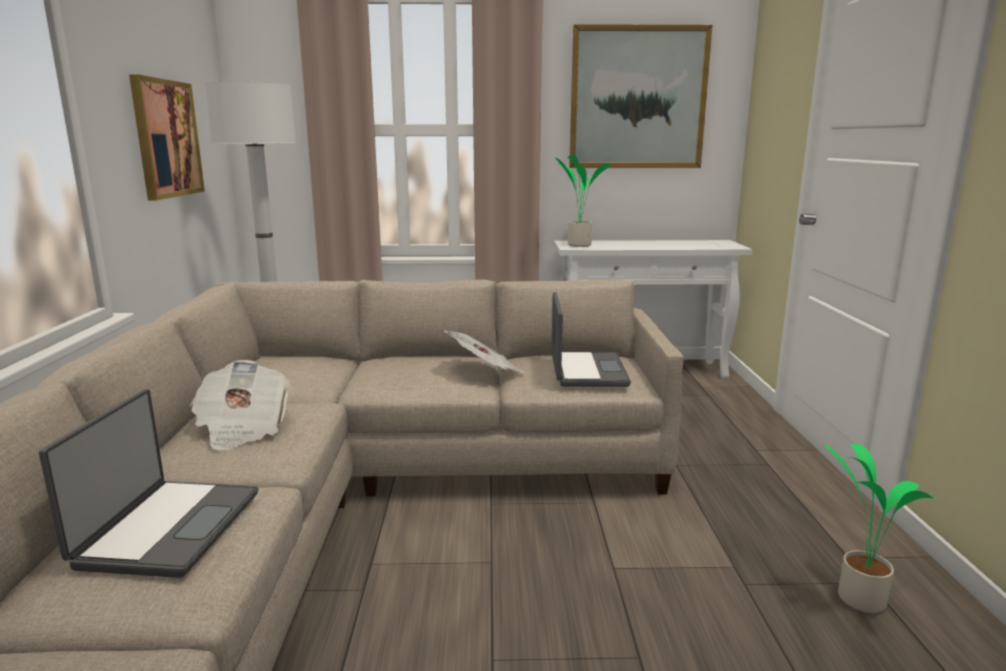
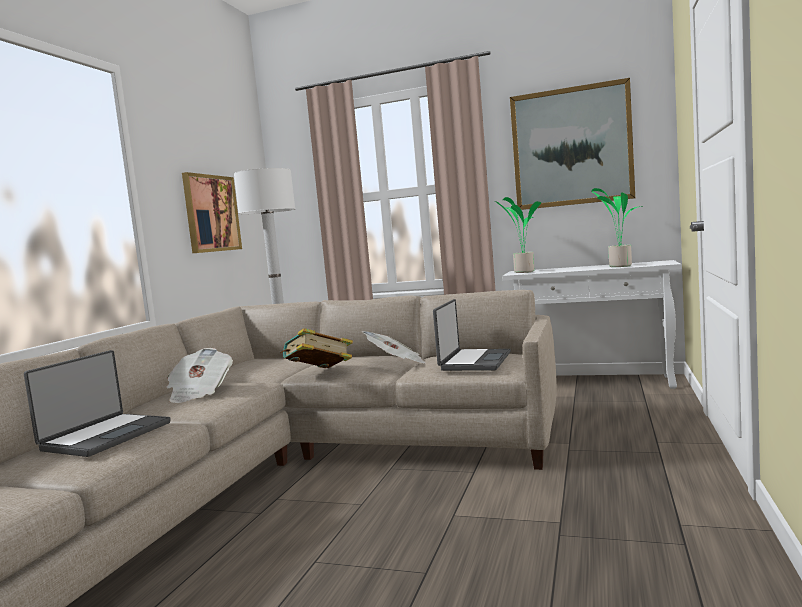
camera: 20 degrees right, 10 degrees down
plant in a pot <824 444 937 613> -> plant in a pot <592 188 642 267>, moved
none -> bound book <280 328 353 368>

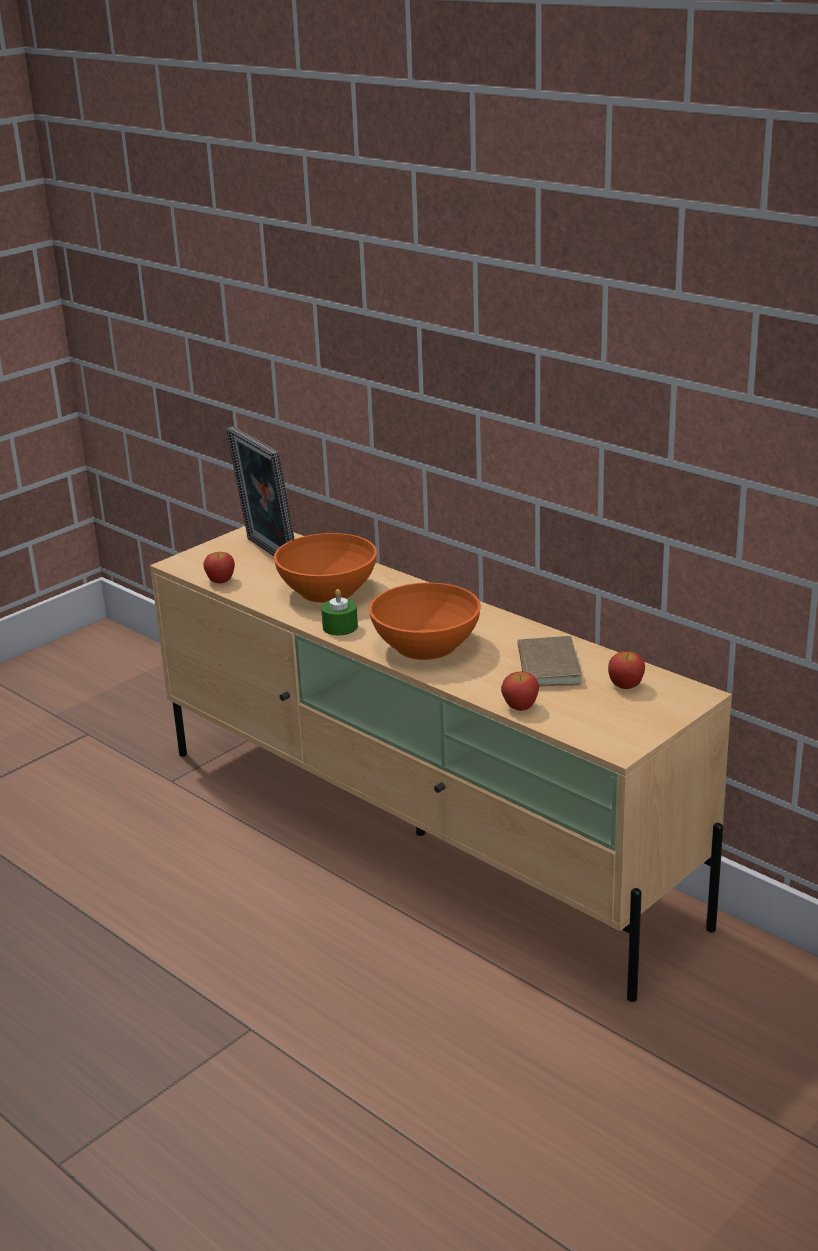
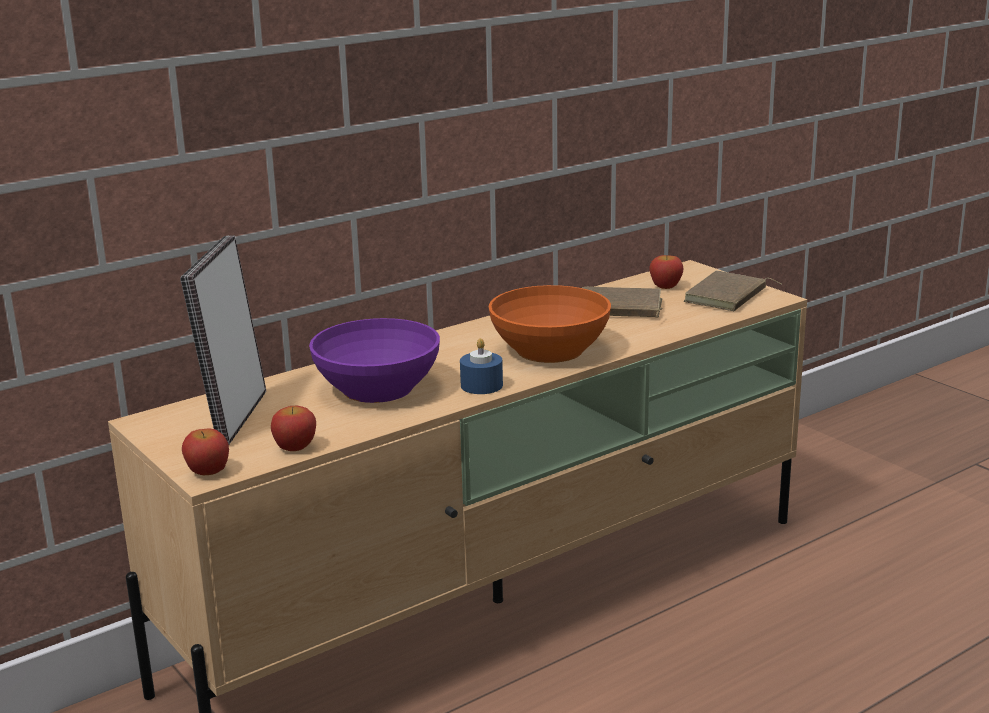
camera: 80 degrees left, 5 degrees down
standing frame <226 426 294 556> -> standing frame <180 235 266 445>, 120 degrees clockwise
orange-coloured deep dish <274 533 377 603> -> purplish deep dish <309 318 440 403>
green wax light <321 589 358 635> -> bluish wax light <460 338 503 394>
apple fruit <501 671 539 711> -> apple fruit <182 428 229 475>, moved
none -> brown-coloured bound book <684 270 782 311>

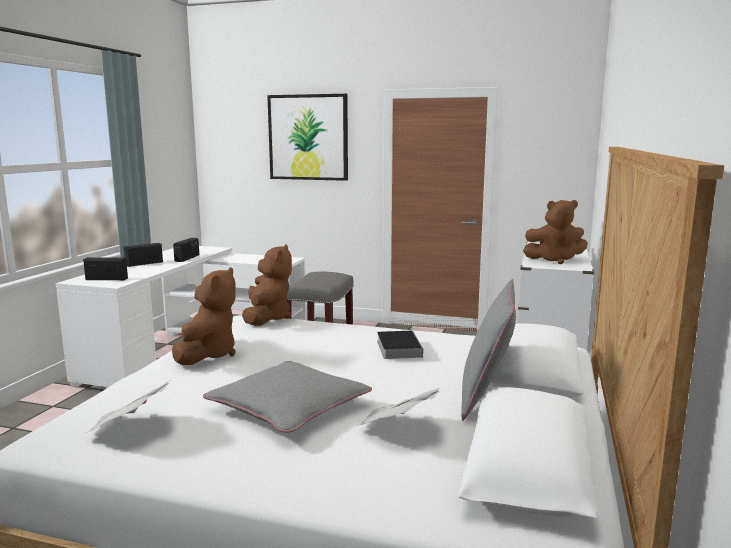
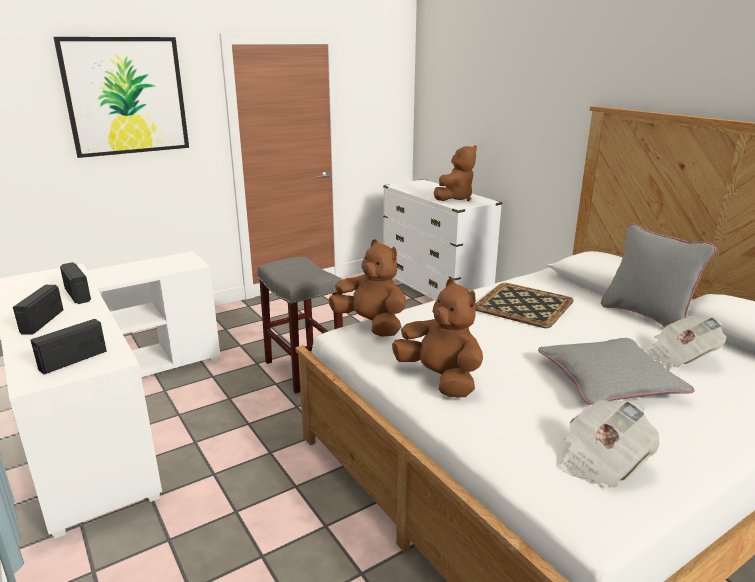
camera: 50 degrees left, 10 degrees up
bound book <377 331 423 359> -> carrying tray <476 283 574 328>

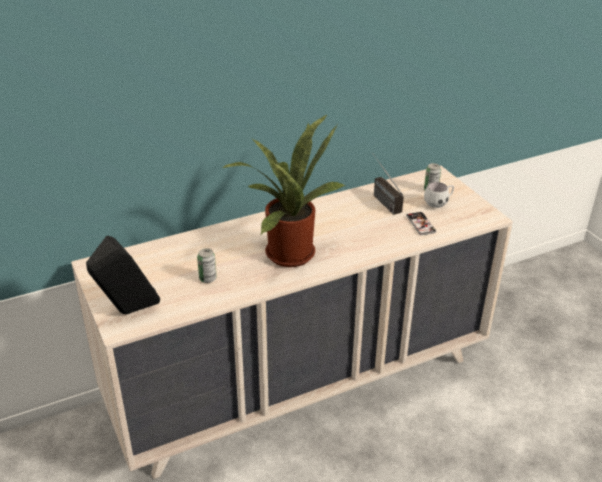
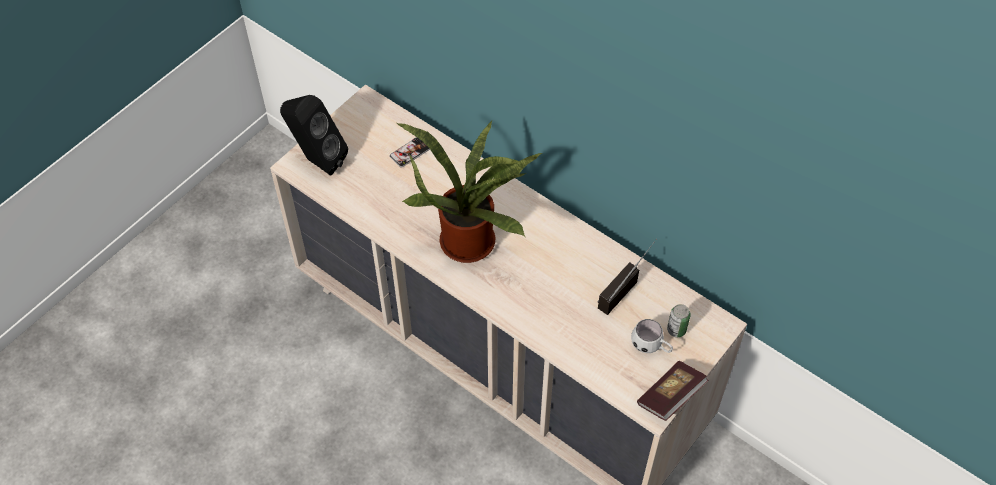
camera: 65 degrees right, 20 degrees up
sealed can <197 248 217 283> -> none
phone <406 212 436 235> -> phone <389 137 430 167>, moved
none -> bound book <637 361 709 421>

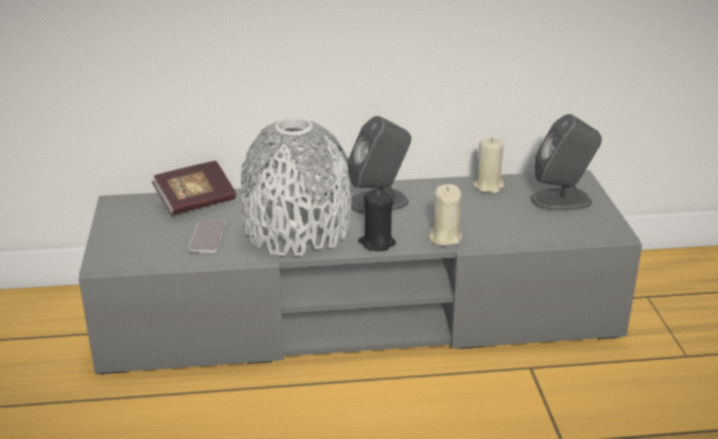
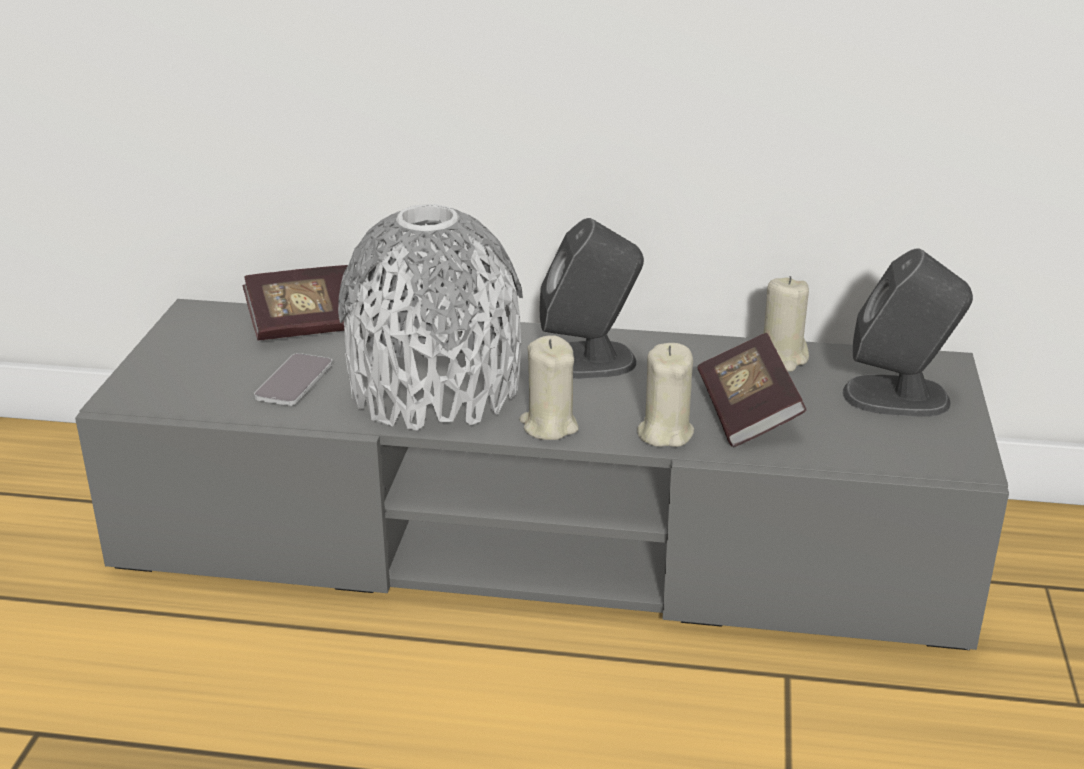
camera: 15 degrees right, 0 degrees up
black-coloured wax light <358 188 396 251> -> beige-coloured wax light <519 335 579 440>
none -> bound book <697 333 806 447>

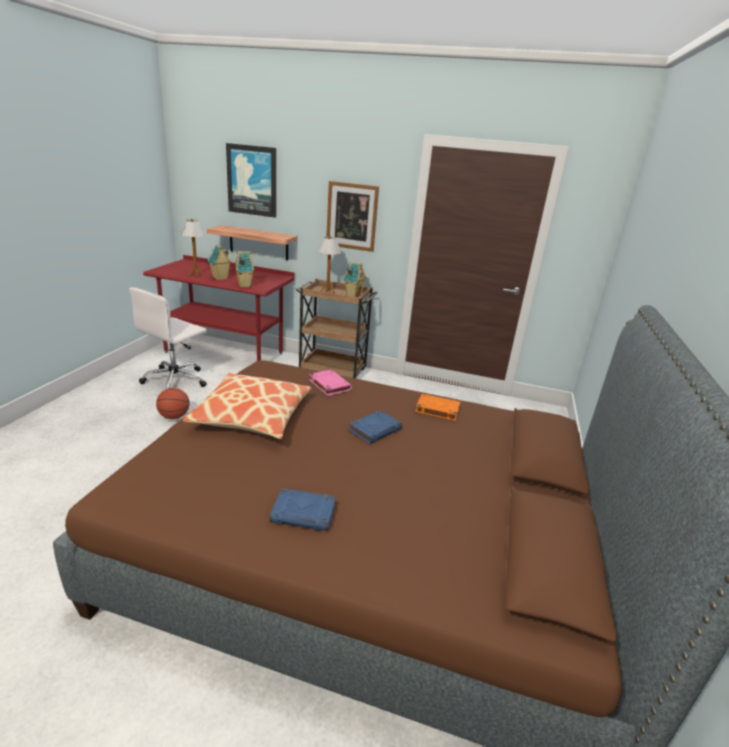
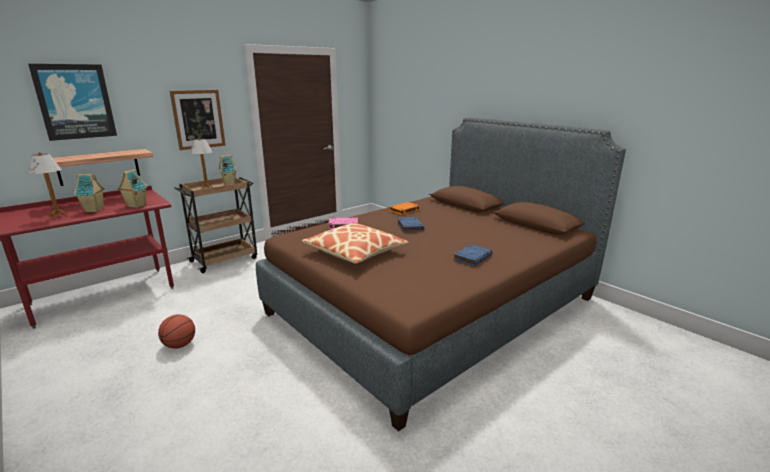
camera: 55 degrees left, 5 degrees down
white-coloured computer chair <129 287 207 389> -> none

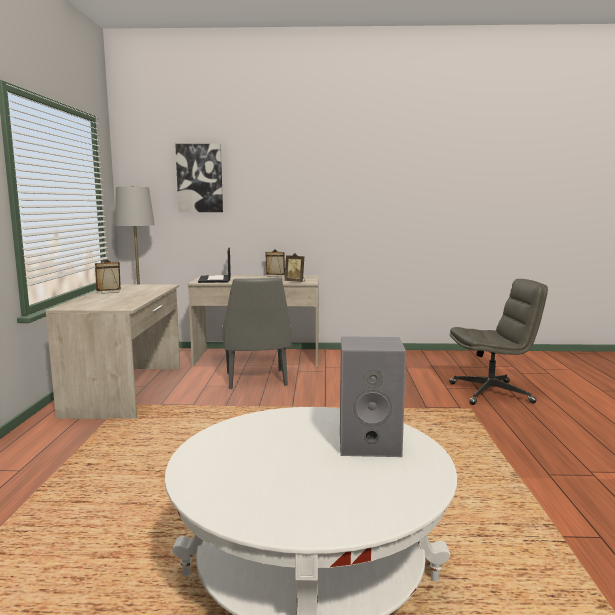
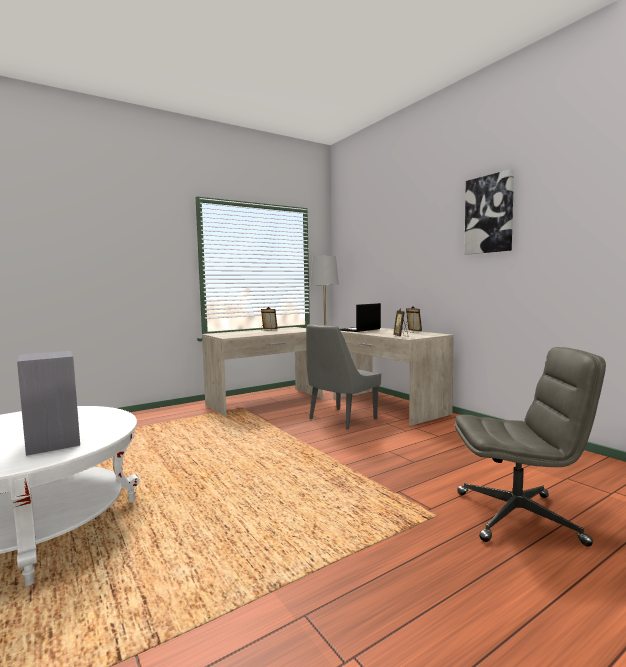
camera: 55 degrees right, 5 degrees down
picture <175 144 223 212> -> picture <464 169 514 255>, moved
gray computer chair <449 279 548 405> -> gray computer chair <455 347 606 546>, 45 degrees counterclockwise

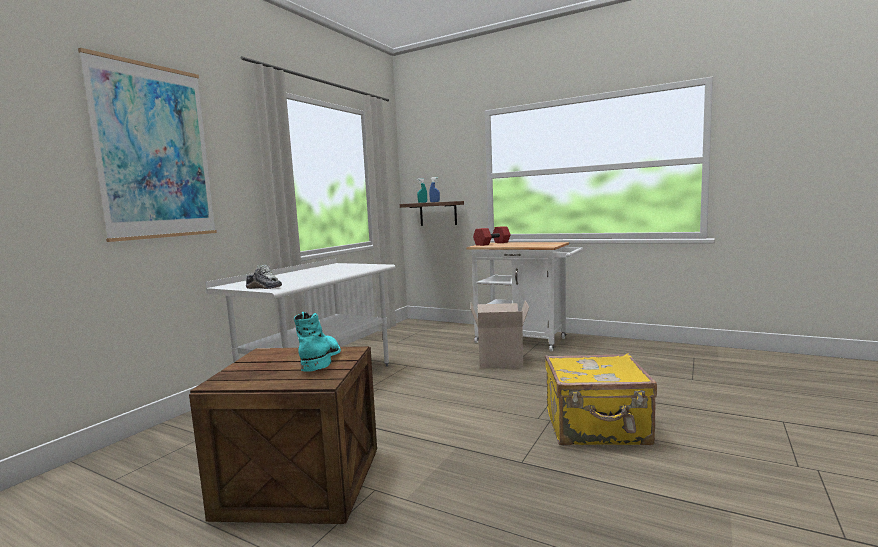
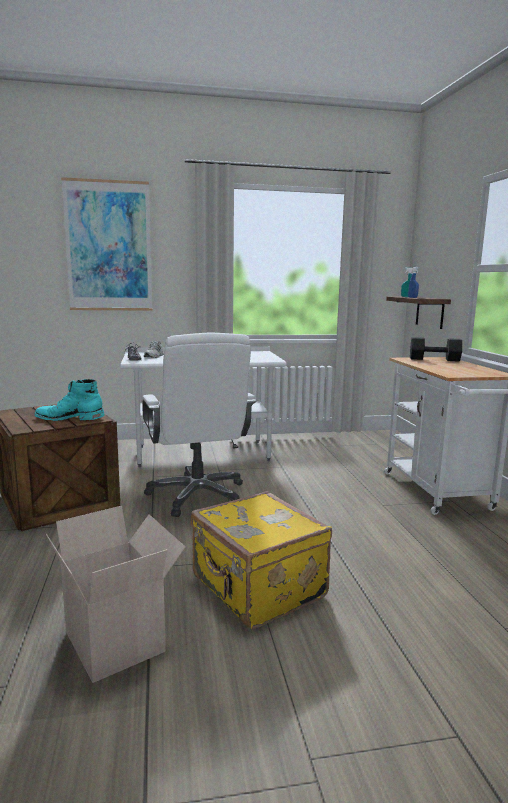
camera: 50 degrees right, 5 degrees up
turquoise-coloured tall boot <294 312 341 371> -> turquoise-coloured tall boot <34 379 105 421>, 135 degrees counterclockwise
cardboard box <471 300 529 368> -> cardboard box <46 506 185 683>, moved
reddish dumbbell <473 227 511 246> -> black-coloured dumbbell <410 337 462 362>
none -> white-coloured computer chair <142 333 257 517>

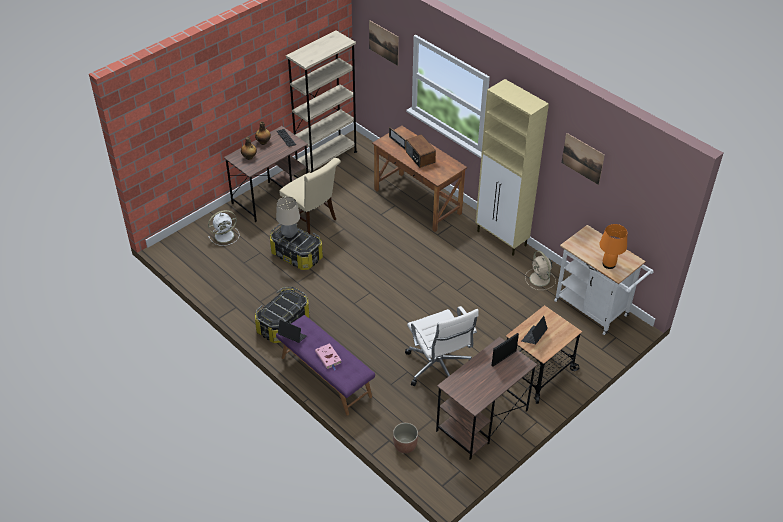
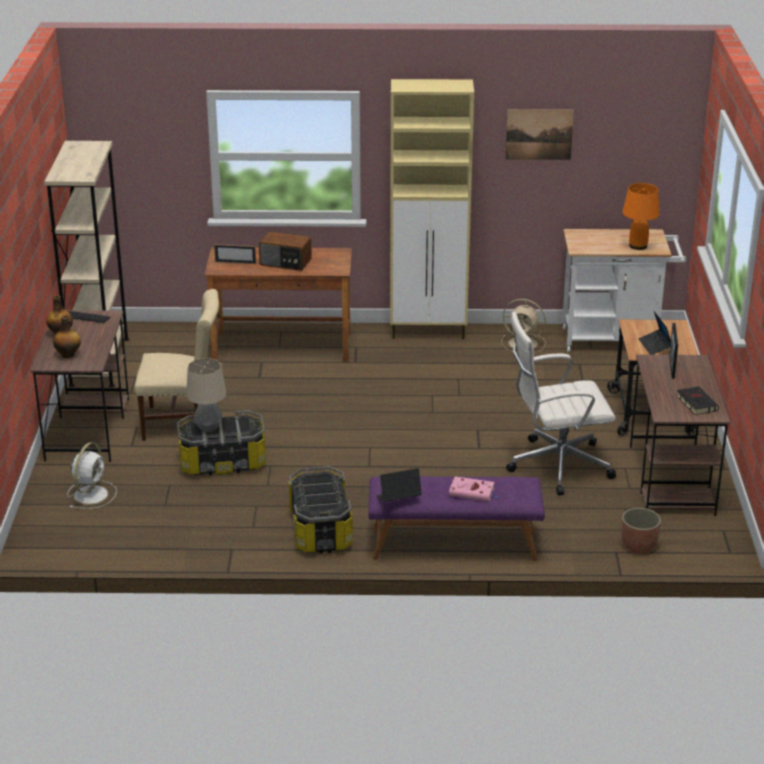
camera: 45 degrees left, 15 degrees down
picture <369 20 399 66> -> none
white-coloured computer chair <405 306 479 386> -> white-coloured computer chair <506 311 616 495>, 150 degrees clockwise
none -> black-coloured bound book <676 386 719 415>

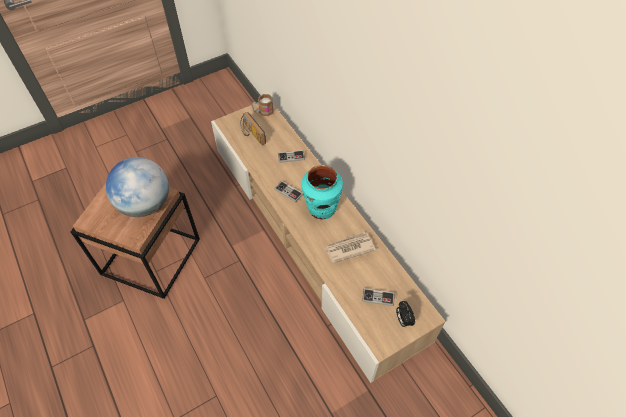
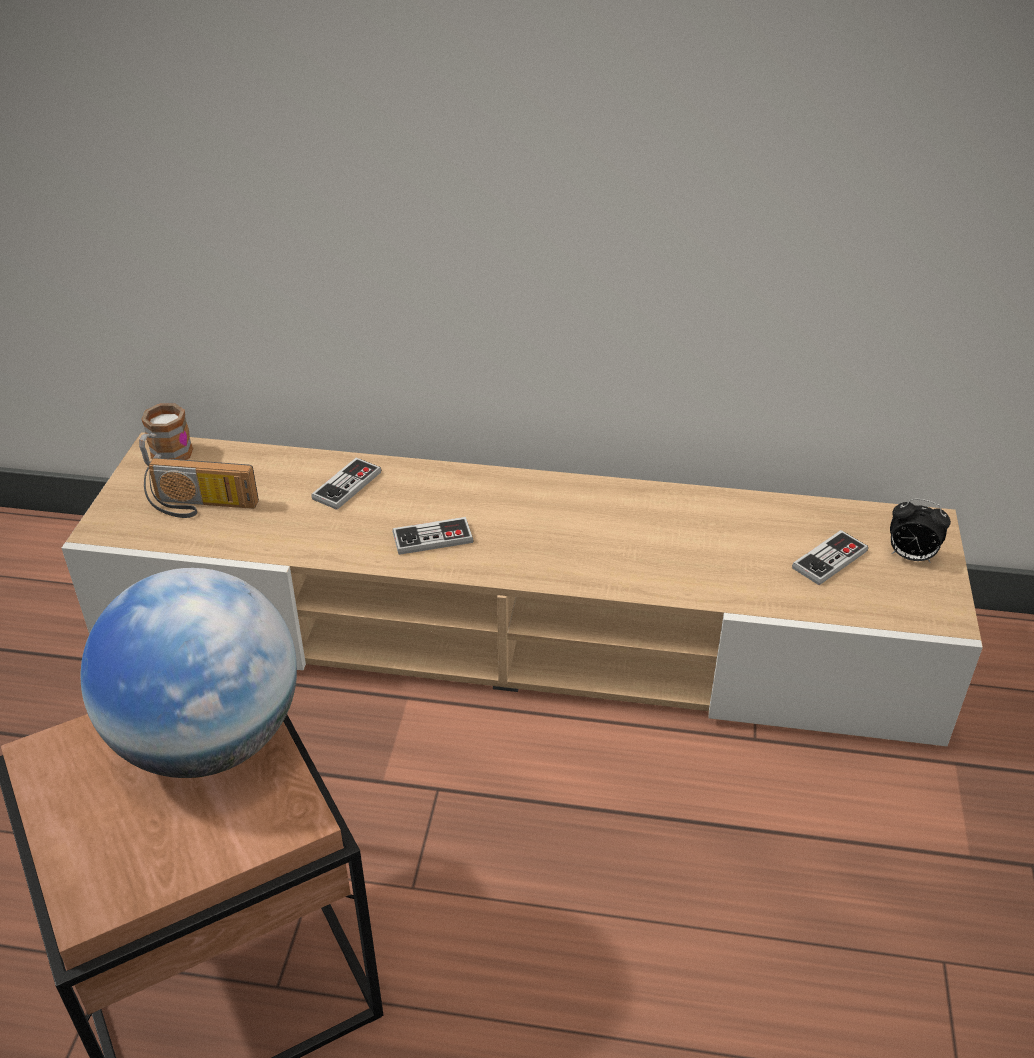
camera: 50 degrees left, 15 degrees down
turquoise-coloured vase <301 165 343 220> -> none
printed paper <324 232 376 263> -> none

